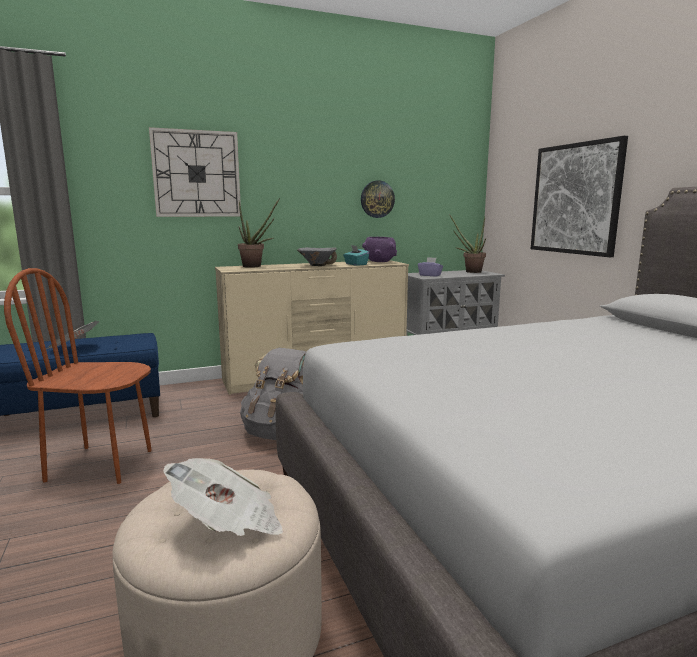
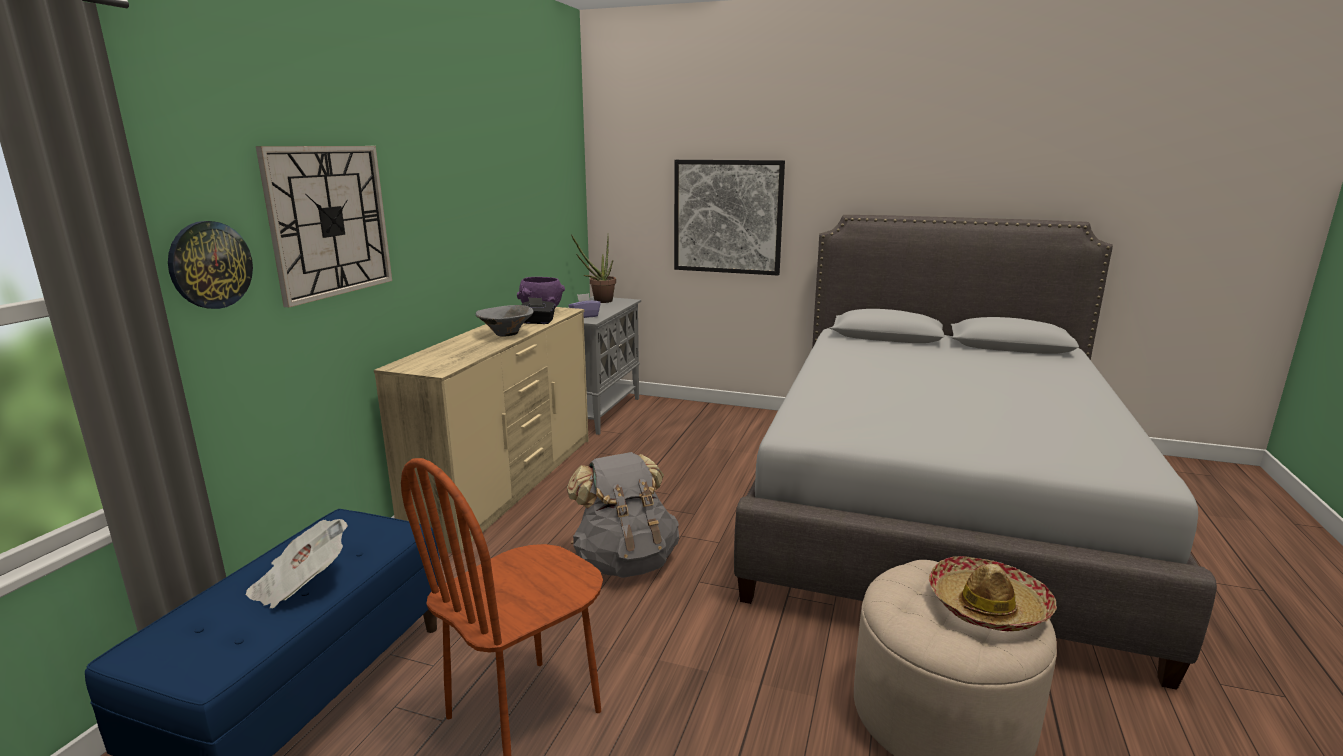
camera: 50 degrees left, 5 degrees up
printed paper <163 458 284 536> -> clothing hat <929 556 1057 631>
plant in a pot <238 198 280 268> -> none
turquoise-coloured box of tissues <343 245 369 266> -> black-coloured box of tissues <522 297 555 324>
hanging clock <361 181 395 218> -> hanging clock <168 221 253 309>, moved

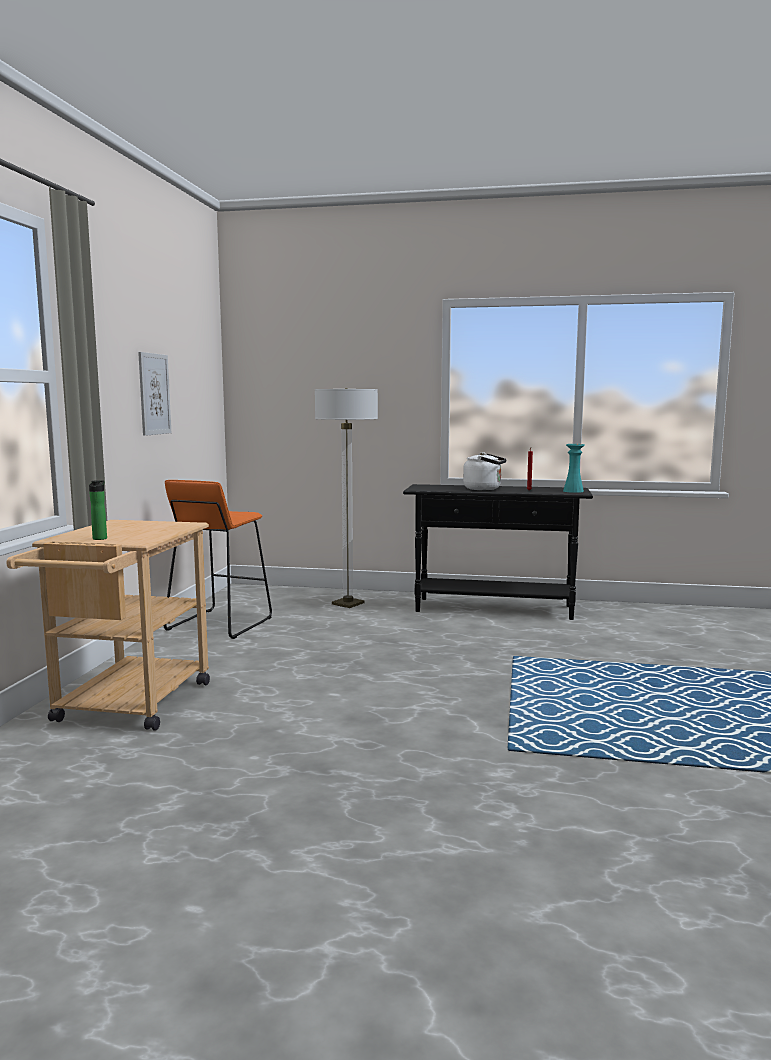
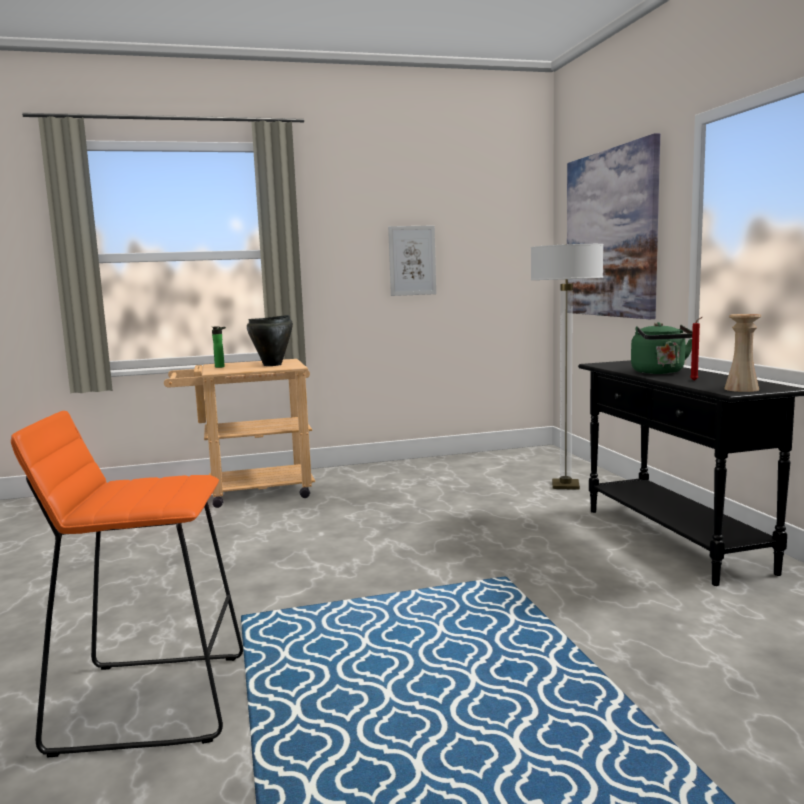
camera: 65 degrees right, 0 degrees up
orange-coloured stool seat <164 480 272 639> -> orange-coloured stool seat <11 411 243 758>, moved
white-coloured tea kettle <463 452 507 490> -> green tea kettle <631 322 692 374>
turquoise-coloured vase <563 444 585 493> -> beige-coloured vase <724 314 762 392>
none -> black-coloured cooking pot <247 315 293 366>
none -> picture <567 133 660 319>

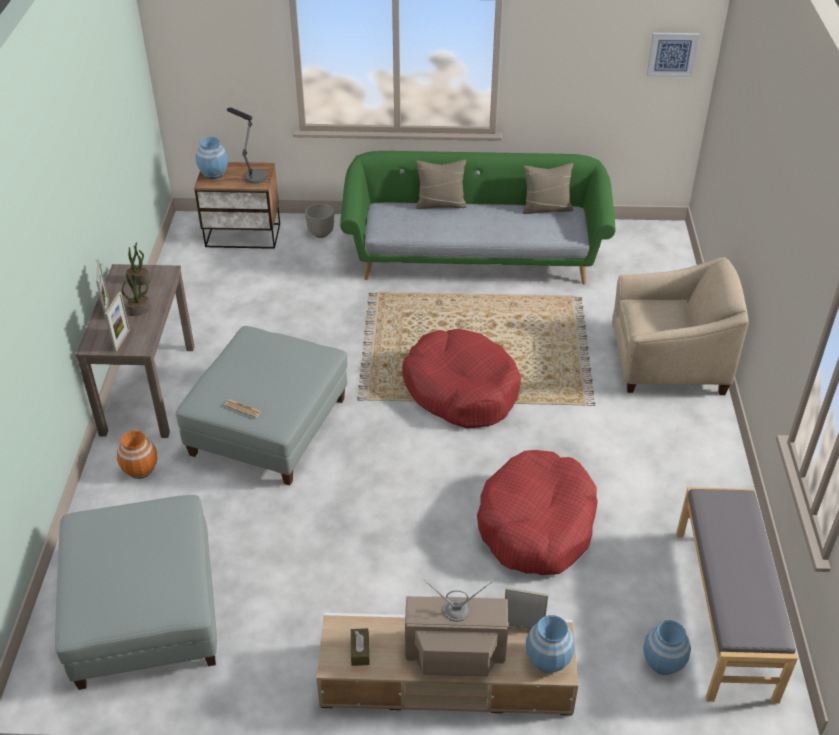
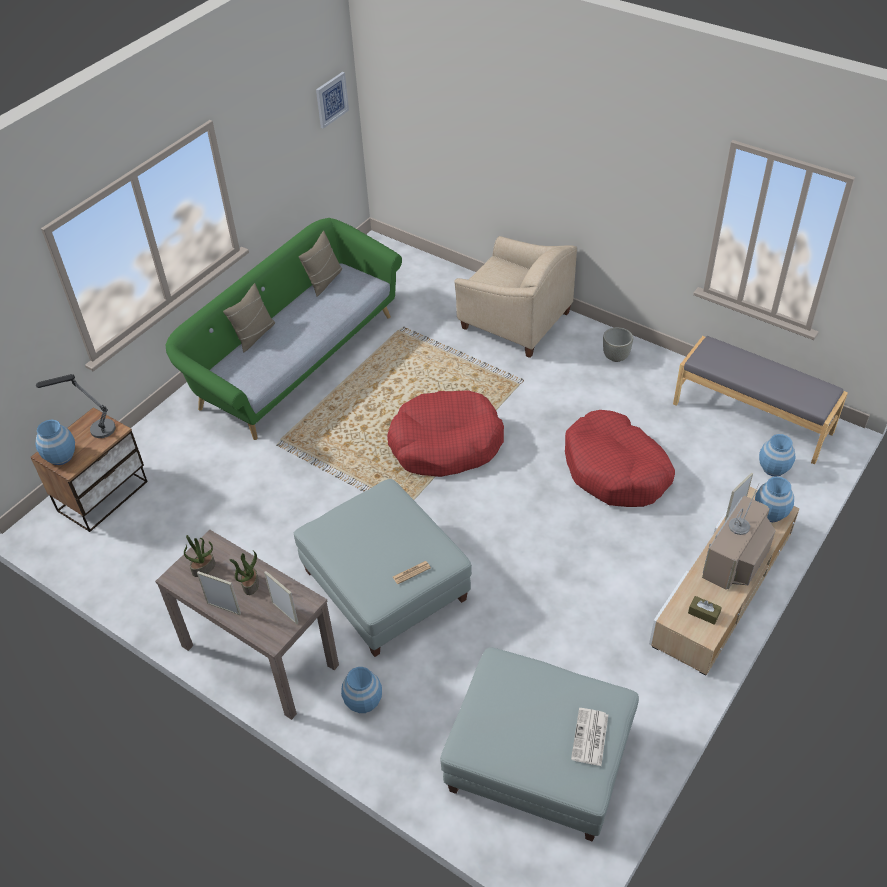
camera: 55 degrees left, 5 degrees up
orange-coloured vase <117 430 157 479> -> bluish vase <341 667 382 713>
gray flower pot <305 204 334 238> -> gray flower pot <603 327 633 362>, moved
beige-coloured lounge chair <612 257 749 395> -> beige-coloured lounge chair <454 236 577 358>, 90 degrees clockwise
none -> printed paper <571 708 608 766>

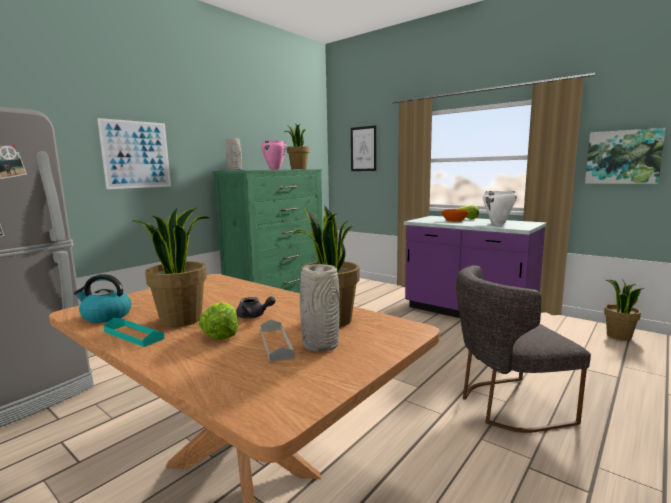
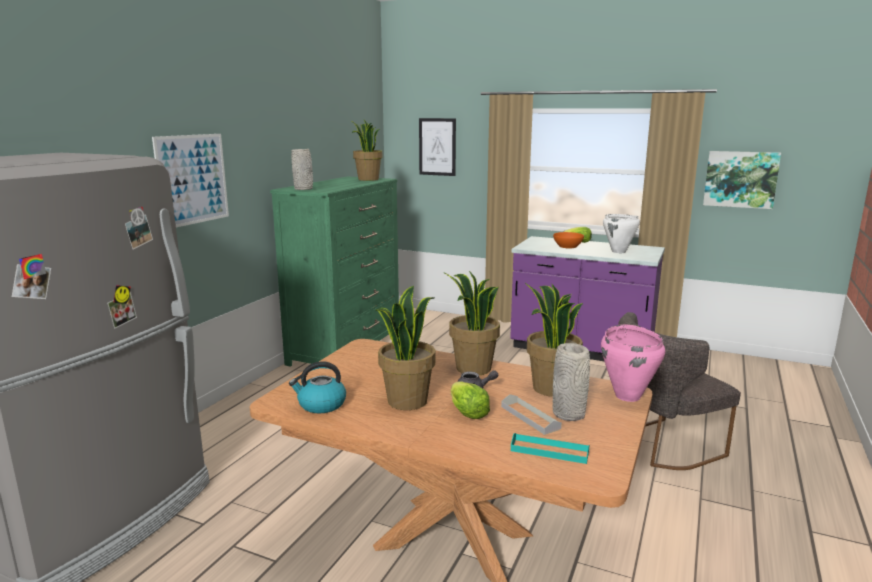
camera: 15 degrees left, 5 degrees up
turquoise-coloured carrying tray <104 318 165 347> -> turquoise-coloured carrying tray <511 433 589 464>, moved
pinkish cooking pot <261 140 287 170> -> pinkish cooking pot <601 324 665 402>, moved
plant in a pot <604 279 644 340> -> plant in a pot <444 271 500 375>, moved

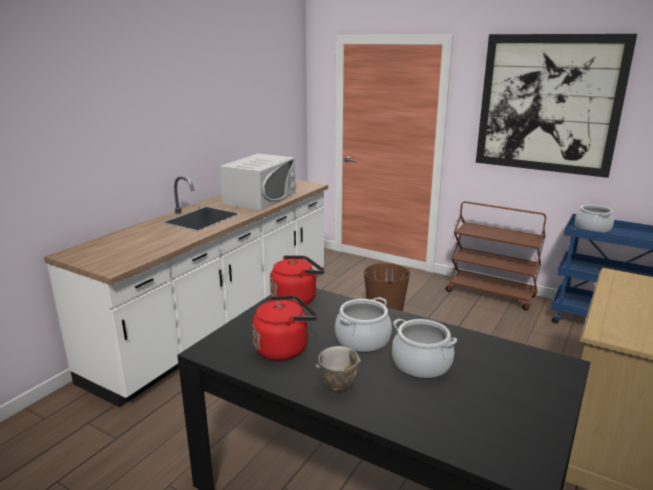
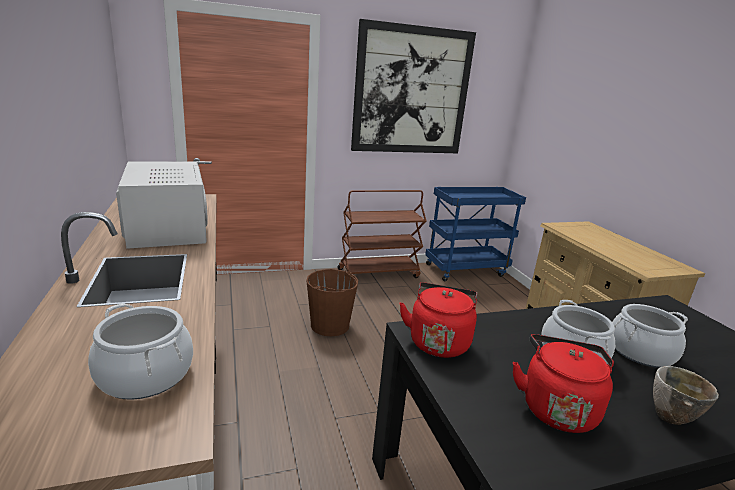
camera: 50 degrees left, 0 degrees up
cooking pot <575 203 614 233> -> cooking pot <88 303 193 400>, moved

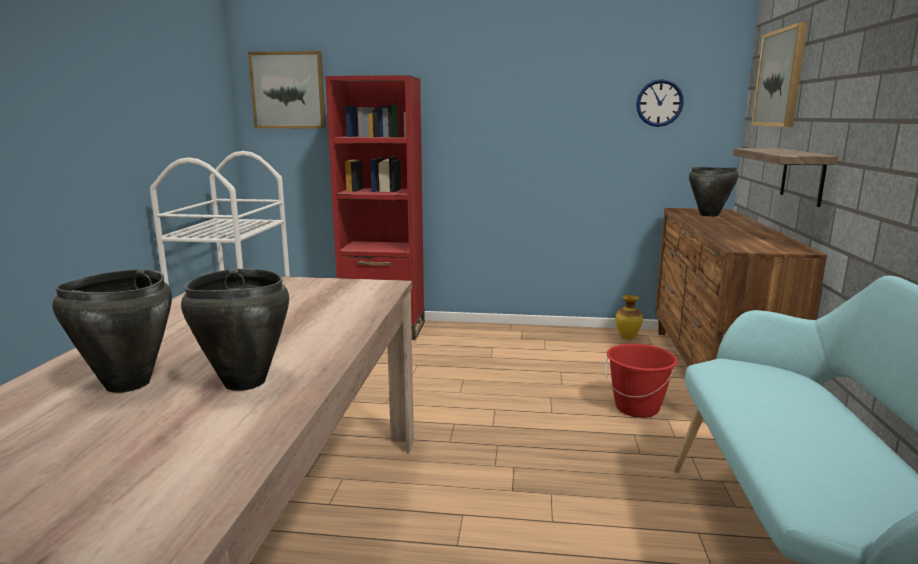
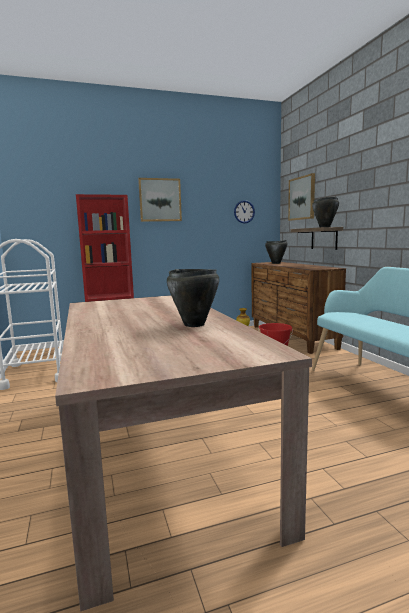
camera: 25 degrees left, 5 degrees down
black-coloured cooking pot <52 269 172 393> -> black-coloured cooking pot <312 197 339 227>, moved
picture <248 51 326 128> -> picture <138 178 182 222>, moved

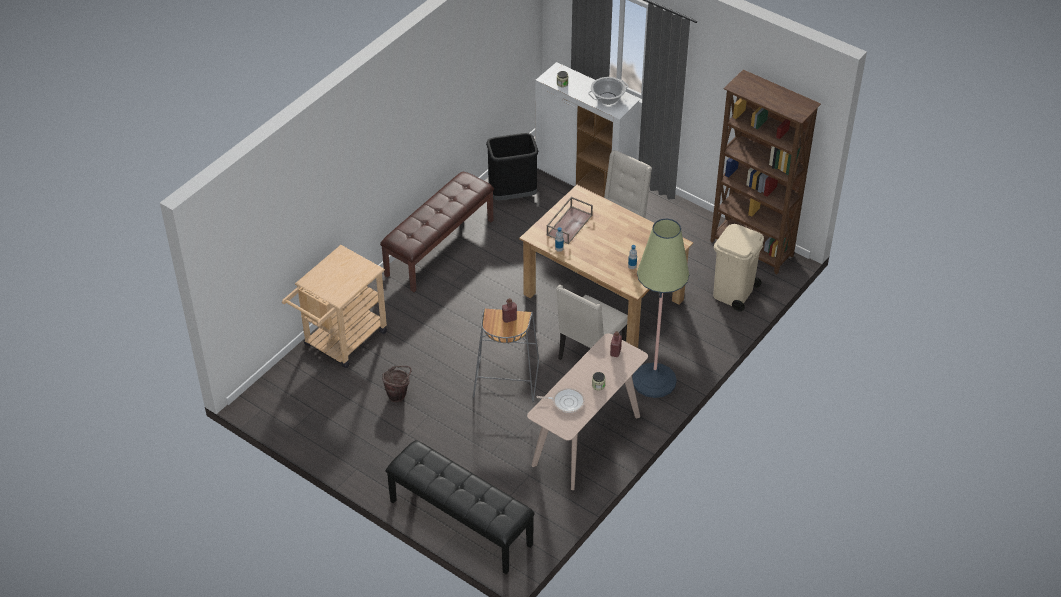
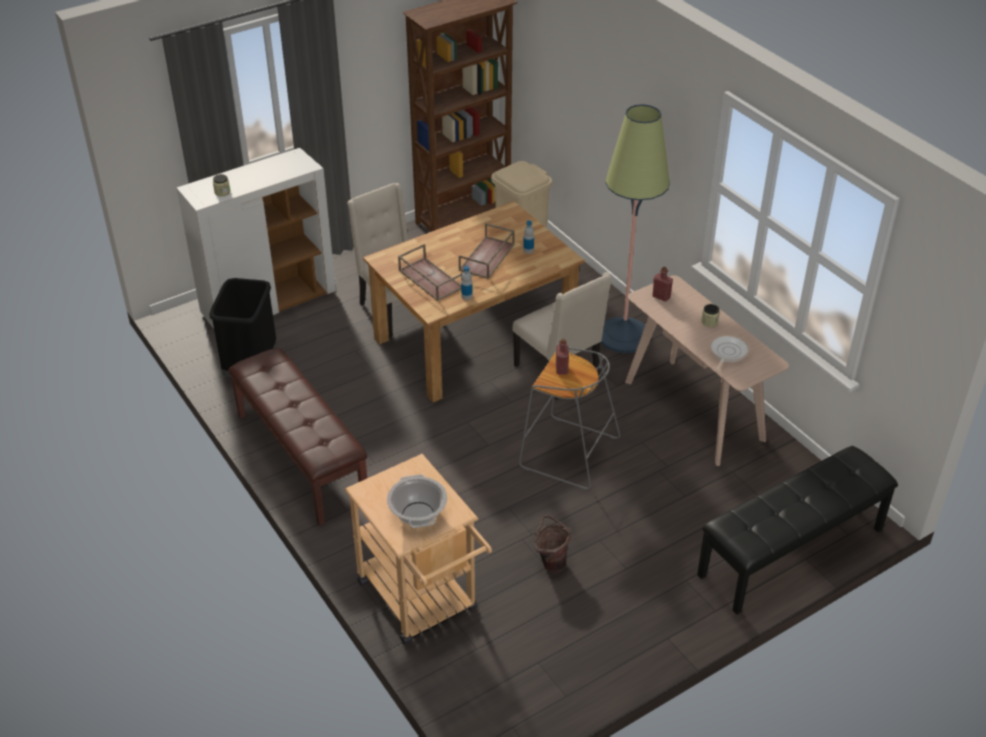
camera: 70 degrees left, 5 degrees down
cooking pot <588 77 628 105> -> cooking pot <387 474 447 528>, moved
none -> brown-coloured carrying tray <459 223 515 279>

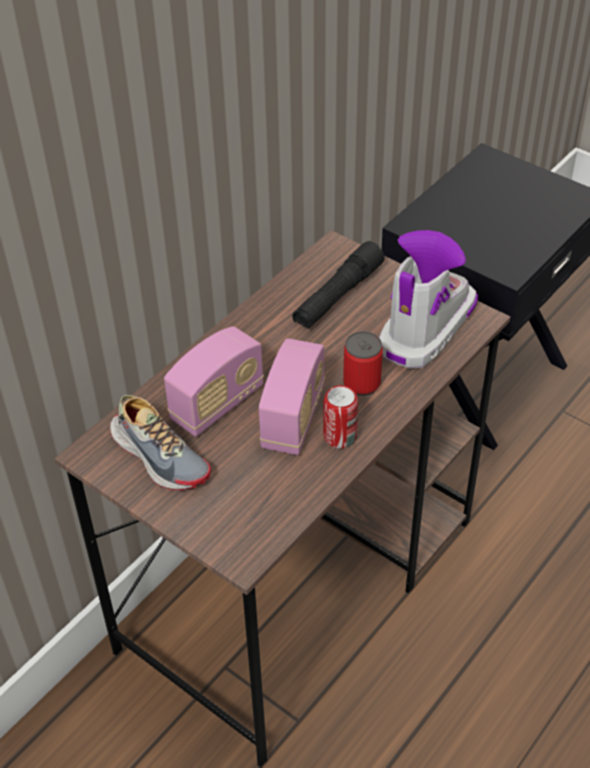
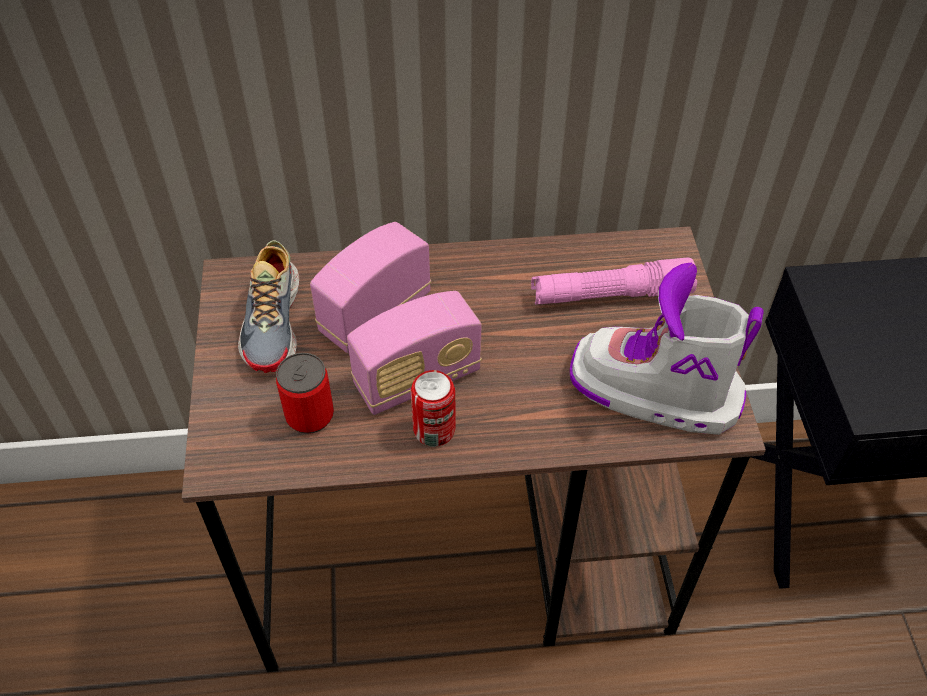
camera: 45 degrees right, 5 degrees up
radio receiver <164 326 264 437> -> radio receiver <310 222 431 354>, 135 degrees clockwise
black-coloured flashlight <292 241 385 329> -> pinkish flashlight <531 257 697 304>
sealed can <343 331 383 396> -> sealed can <276 353 334 434>, moved
tall boot <379 230 478 369> -> tall boot <570 263 764 435>, 150 degrees counterclockwise

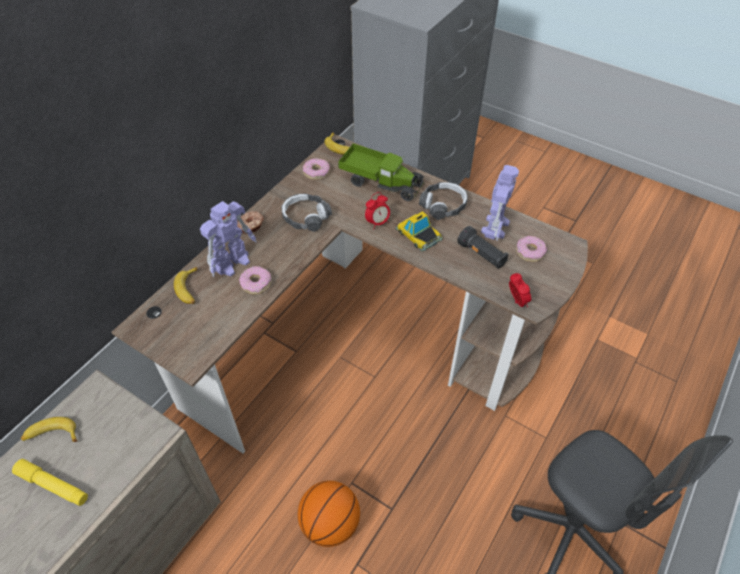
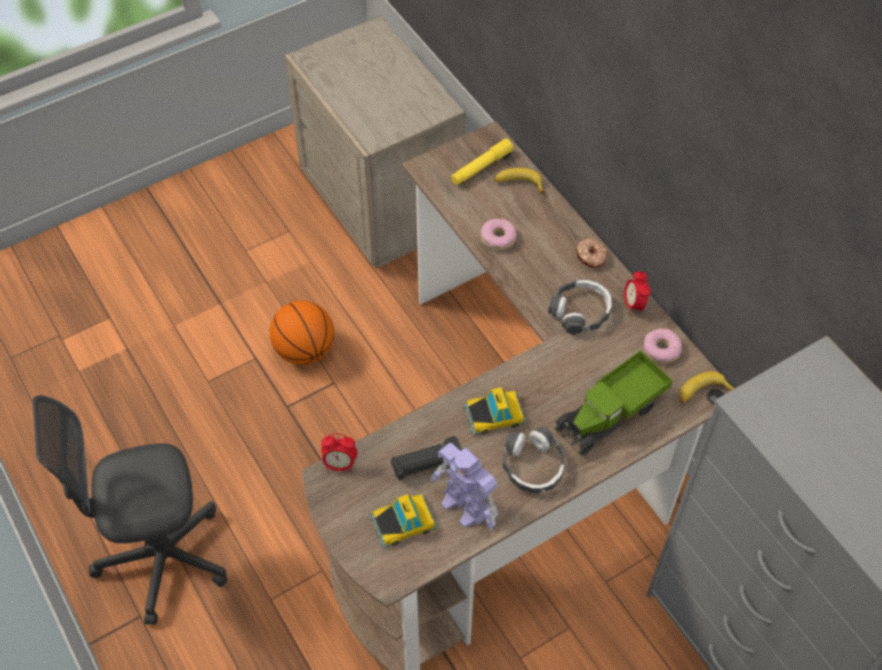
camera: 115 degrees right, 5 degrees up
yellowish flashlight <12 459 88 506> -> yellowish flashlight <451 139 513 185>, moved
banana <20 417 78 442> -> none
model robot <200 201 257 277> -> none
table clock <365 192 390 230> -> table clock <624 272 651 314>, moved
donut <516 236 547 262> -> model car <370 494 438 548>

